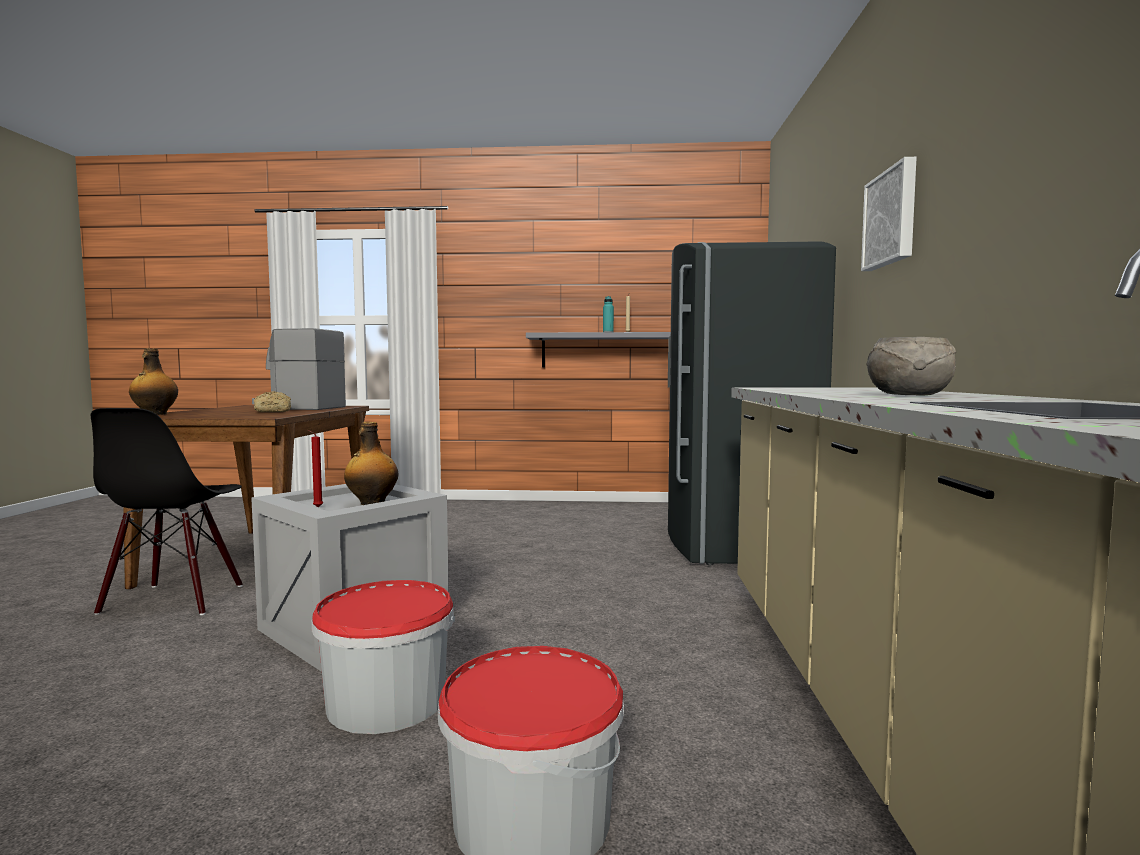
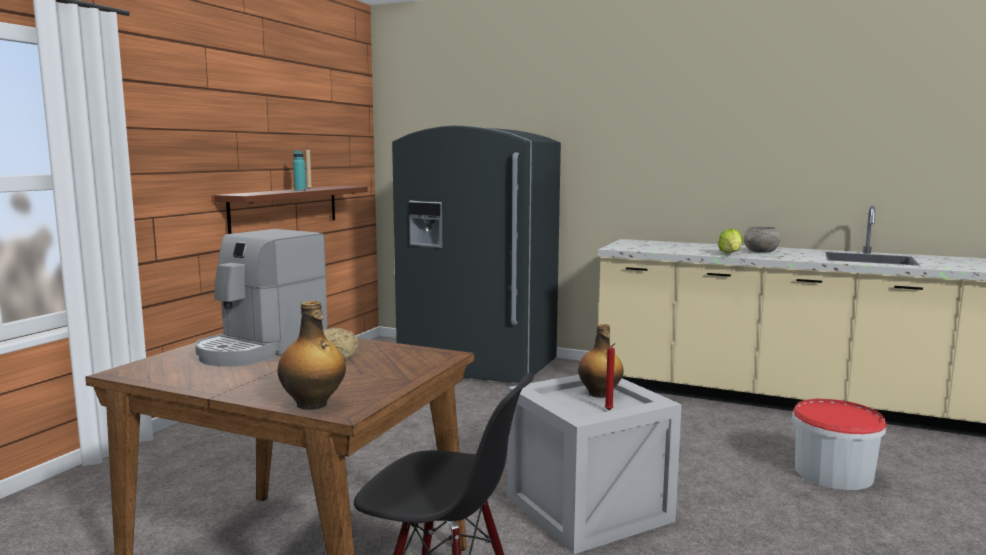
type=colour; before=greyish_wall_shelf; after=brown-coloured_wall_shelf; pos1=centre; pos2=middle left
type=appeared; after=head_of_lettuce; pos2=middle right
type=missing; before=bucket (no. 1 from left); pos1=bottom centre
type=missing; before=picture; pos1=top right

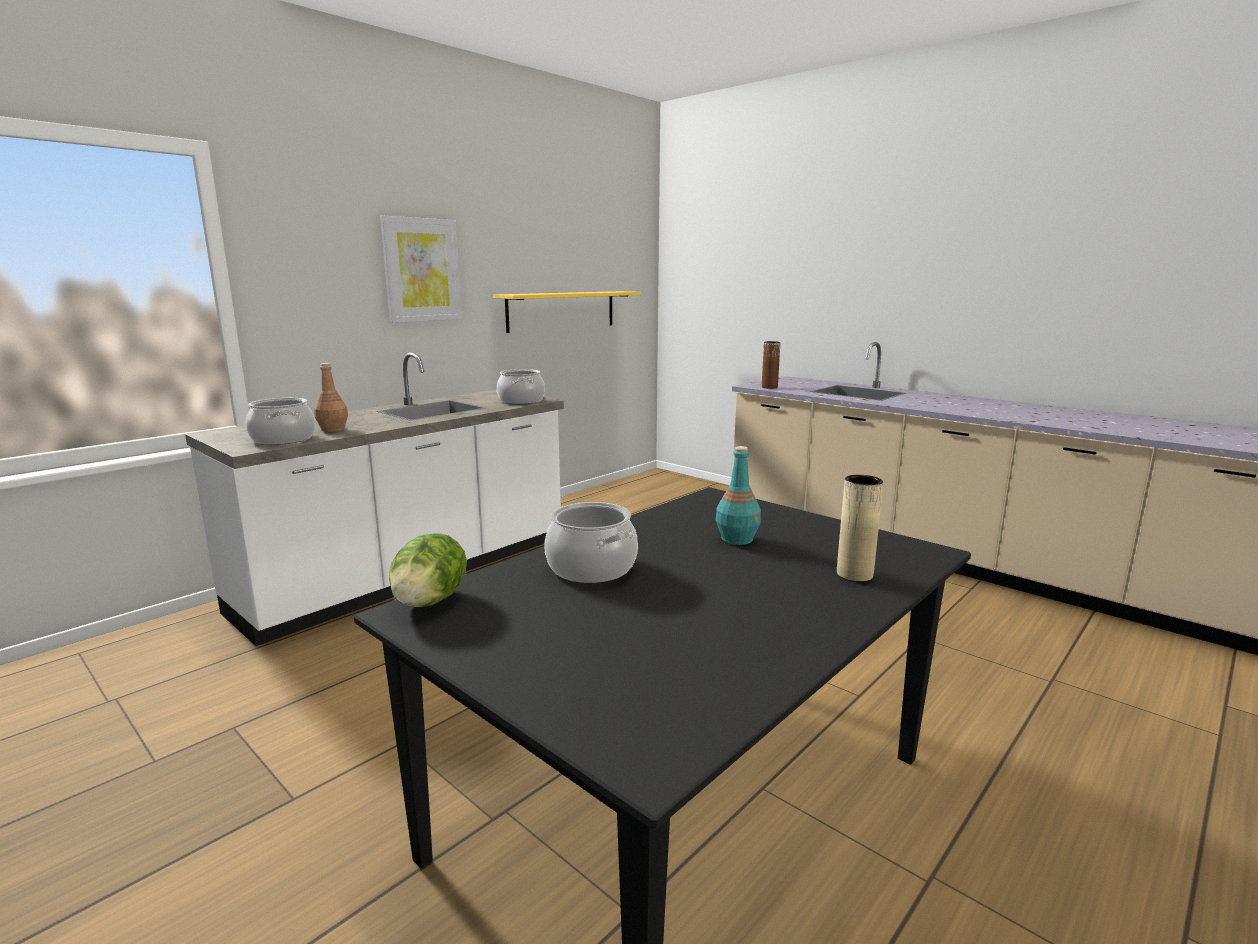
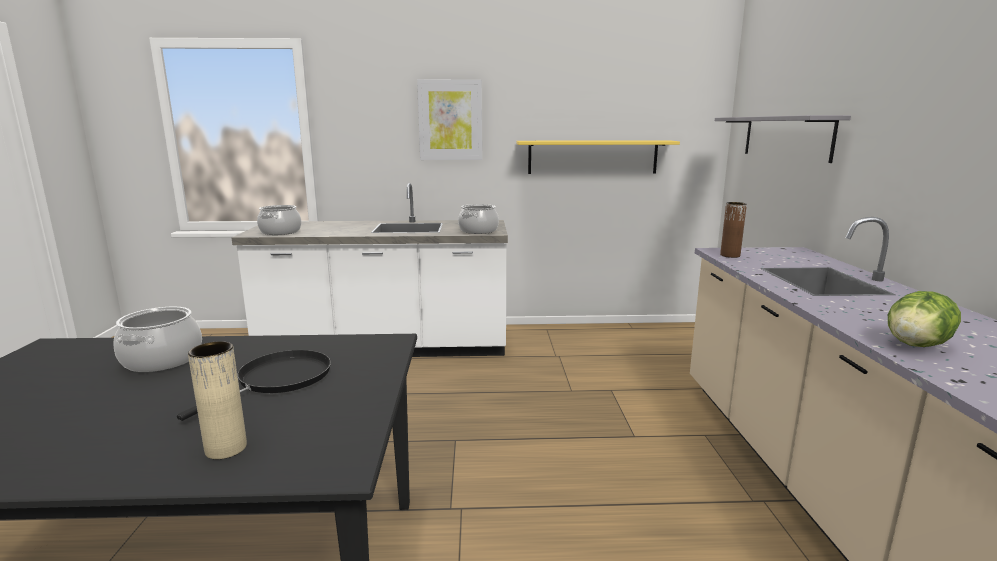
type=exchanged; before=blue-green_bottle; after=black-coloured_skillet; pos1=centre; pos2=bottom left
type=appeared; after=greyish_wall_shelf; pos2=top right
type=relocated; before=head_of_lettuce; pos1=centre; pos2=middle right
type=missing; before=brown-coloured_bottle; pos1=middle left

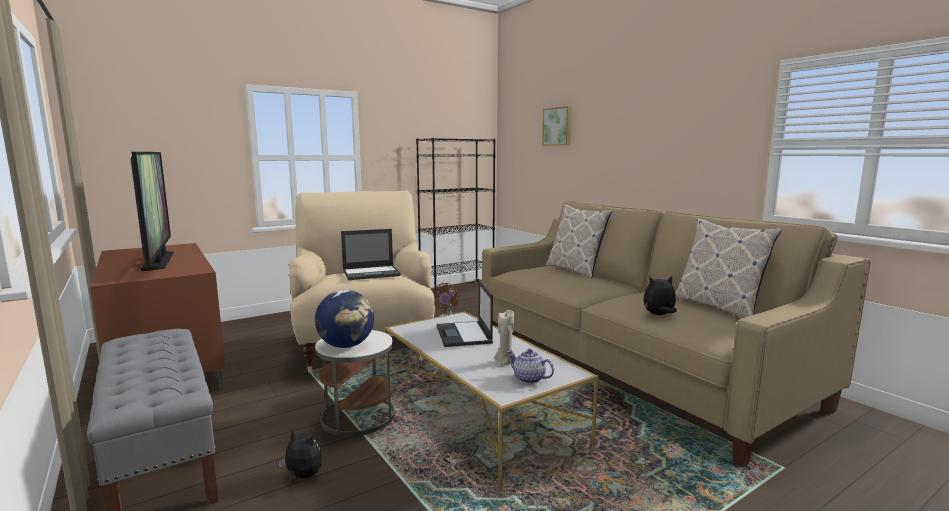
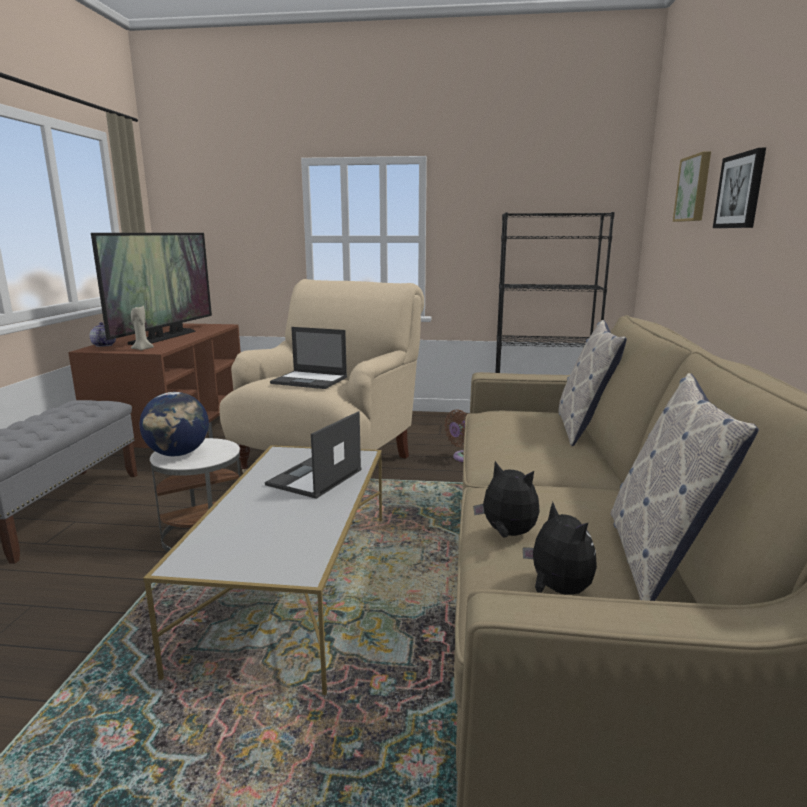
type=relocated; before=tea_pot; pos1=bottom centre; pos2=middle left
type=relocated; before=sand-coloured_wax_light; pos1=centre; pos2=middle left
type=relocated; before=plush_toy (no. 1 from left in the first image); after=plush_toy (no. 2 from left); pos1=bottom left; pos2=bottom right
type=appeared; after=picture (no. 2 from left); pos2=top right

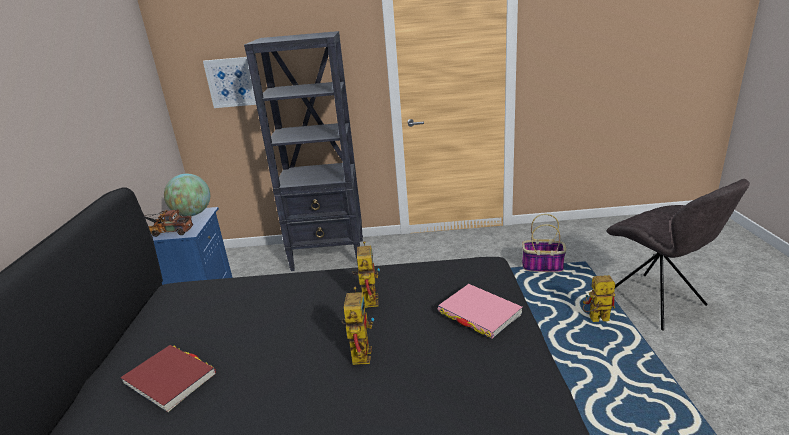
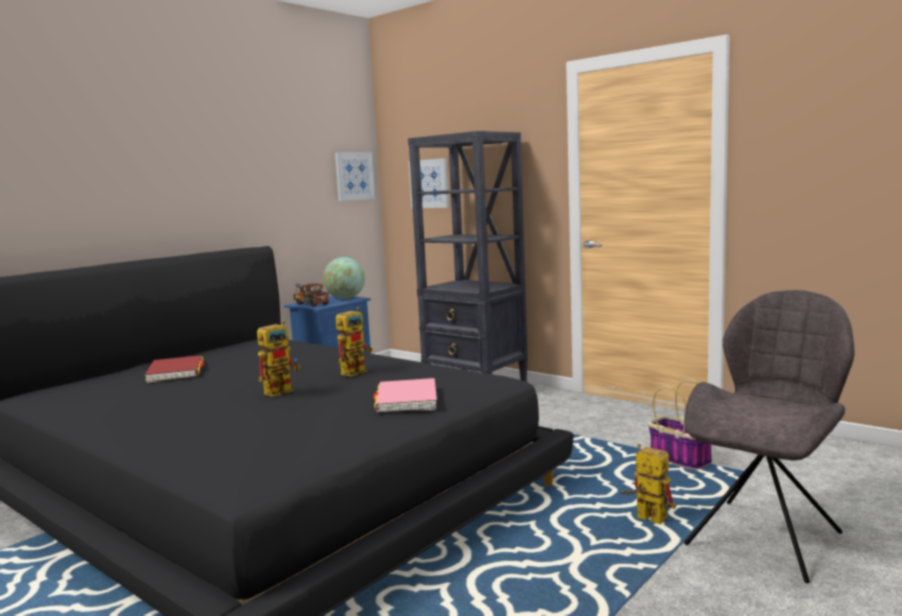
type=appeared; after=picture (no. 1 from left); pos2=top centre
type=spun; before=greyish_chair; pos1=middle right; pos2=bottom right; turn=-150

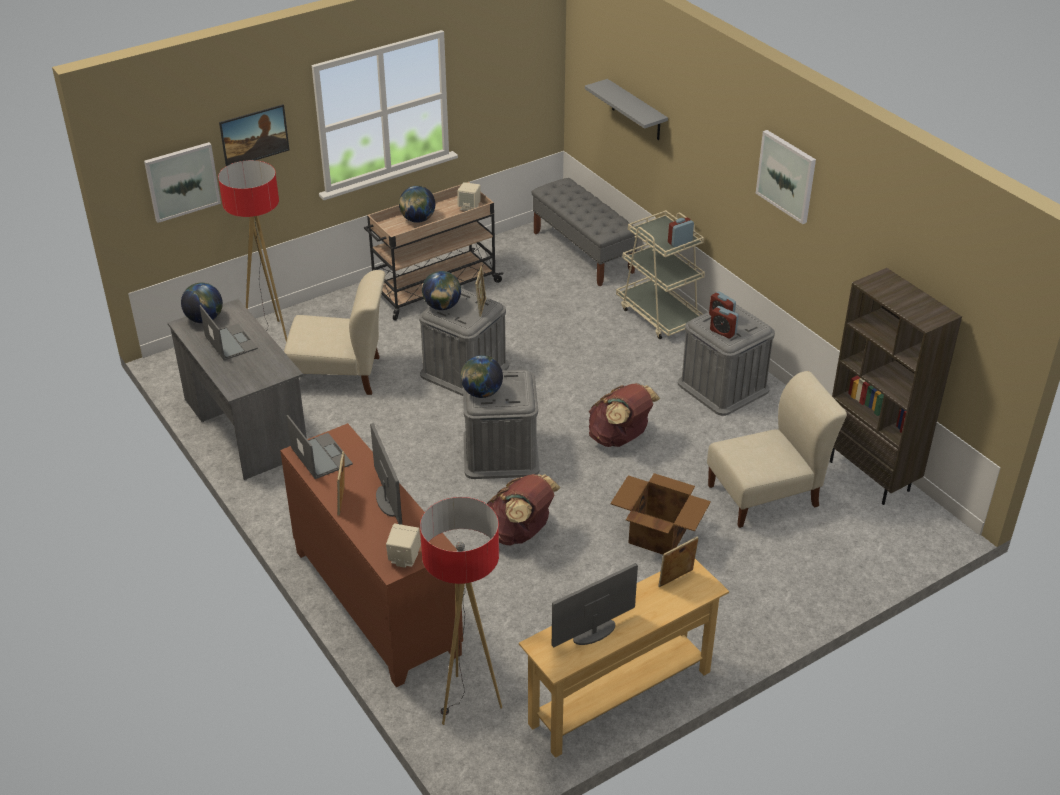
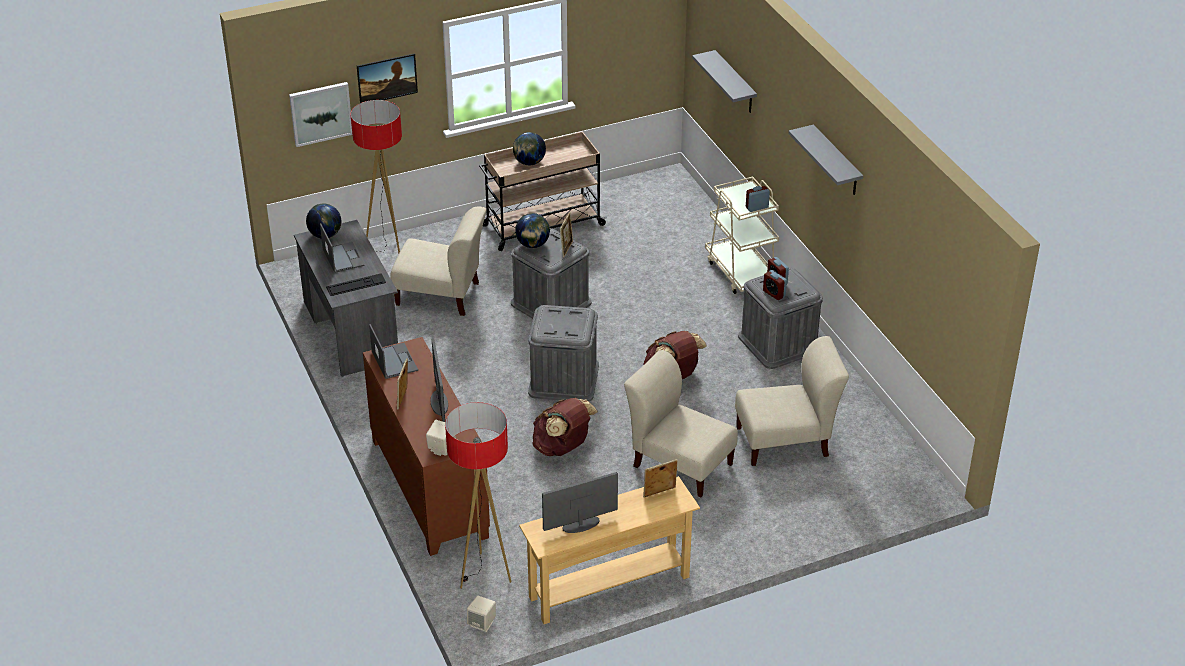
type=appeared; after=computer_keyboard; pos2=middle left
type=relocated; before=sand-coloured_speaker (no. 2 from left); pos1=top centre; pos2=bottom centre
type=exchanged; before=carton; after=sand-coloured_chair (no. 2 from left); pos1=centre; pos2=centre
type=exchanged; before=picture (no. 3 from left); after=greyish_wall_shelf (no. 2 from left); pos1=top right; pos2=top right
type=missing; before=globe (no. 4 from left); pos1=centre
type=missing; before=greyish_long_seat; pos1=top centre
type=missing; before=brown-coloured_bookcase; pos1=middle right

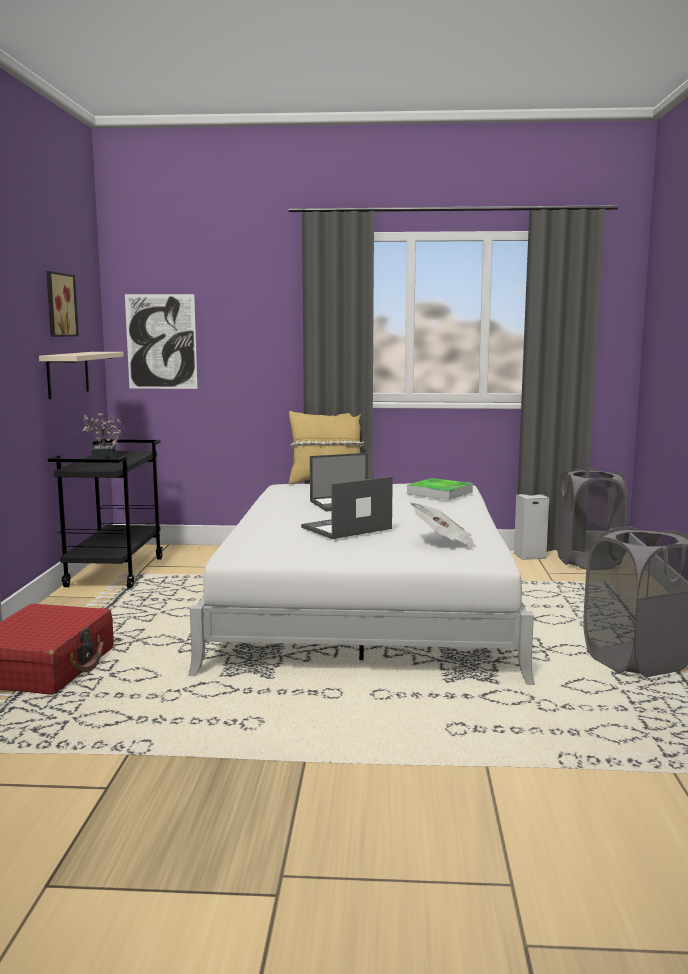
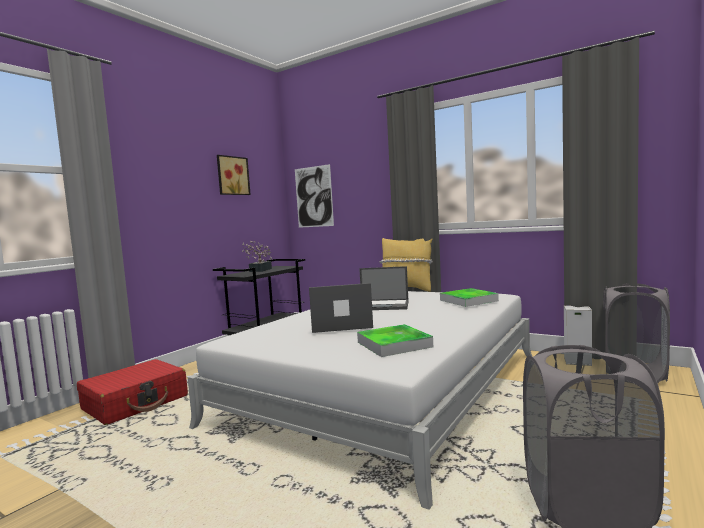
type=exchanged; before=newspaper; after=tray (no. 1 from left); pos1=centre; pos2=centre
type=missing; before=sand-coloured_wall_shelf; pos1=middle left

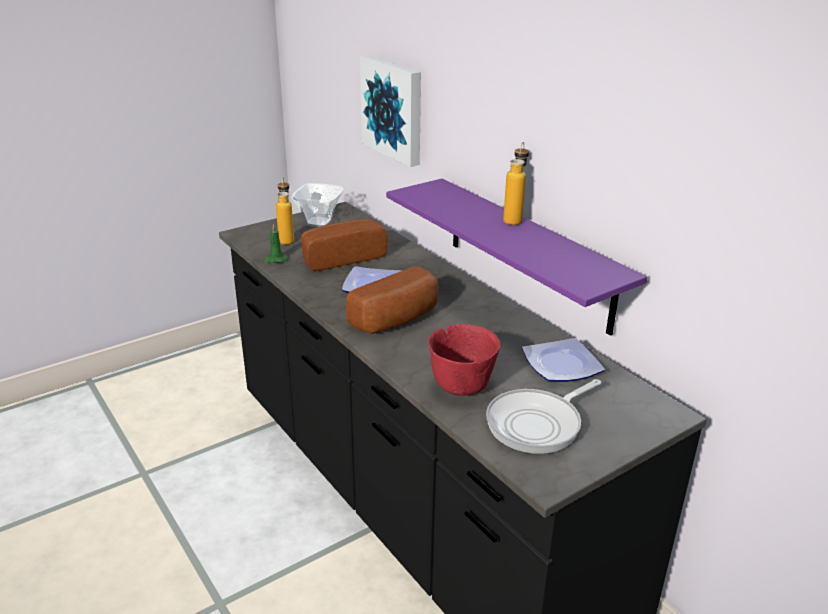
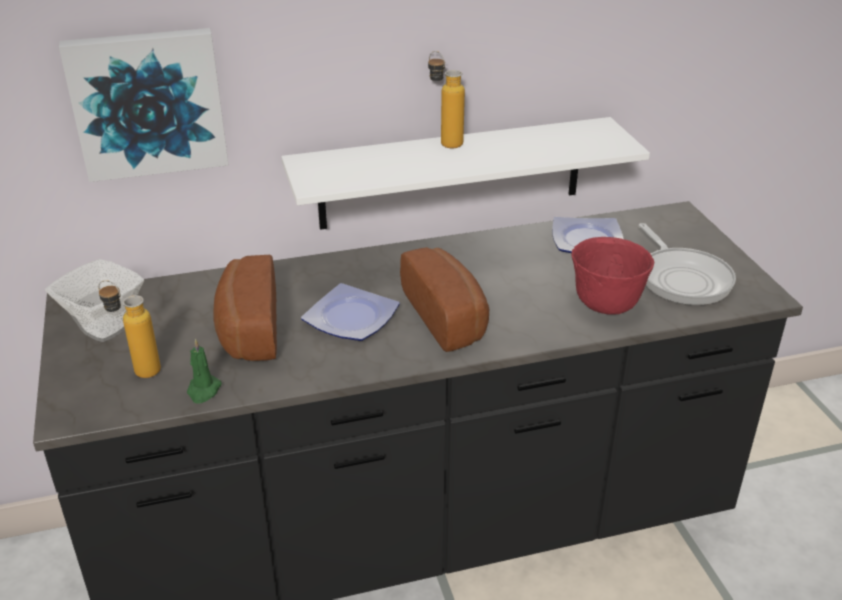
type=colour; before=purple_wall_shelf; after=white-coloured_wall_shelf; pos1=centre; pos2=top centre

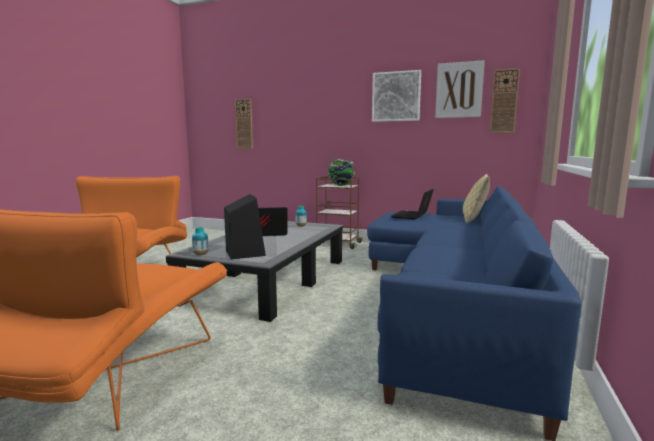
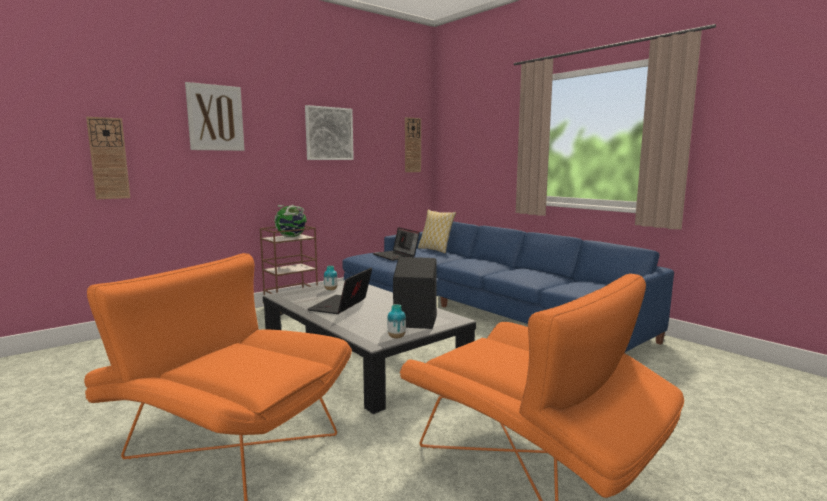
type=relocated; before=picture (no. 2 from left in the first image); after=picture (no. 1 from left); pos1=top right; pos2=top left

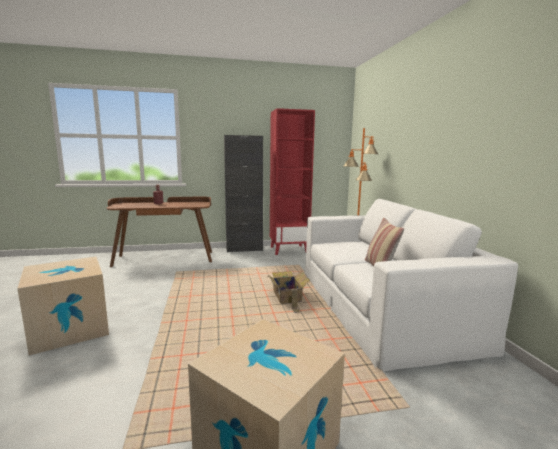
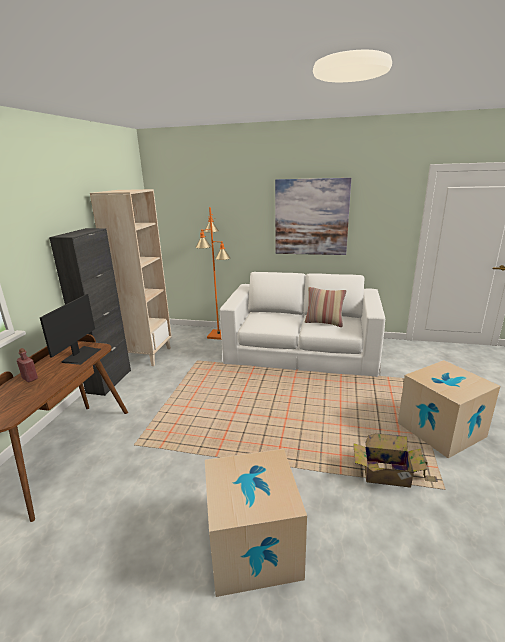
type=appeared; after=monitor; pos2=middle left
type=colour; before=reddish_bookcase; after=sand-coloured_bookcase; pos1=centre; pos2=middle left
type=appeared; after=picture; pos2=centre
type=relocated; before=carton (no. 3 from left in the first image); after=carton (no. 2 from left); pos1=centre; pos2=bottom right

